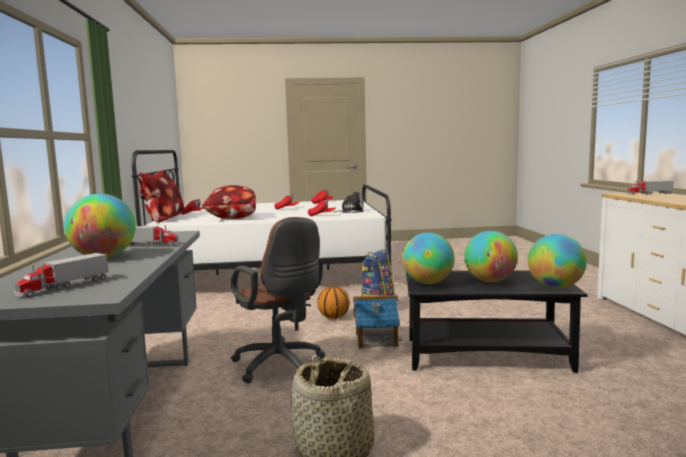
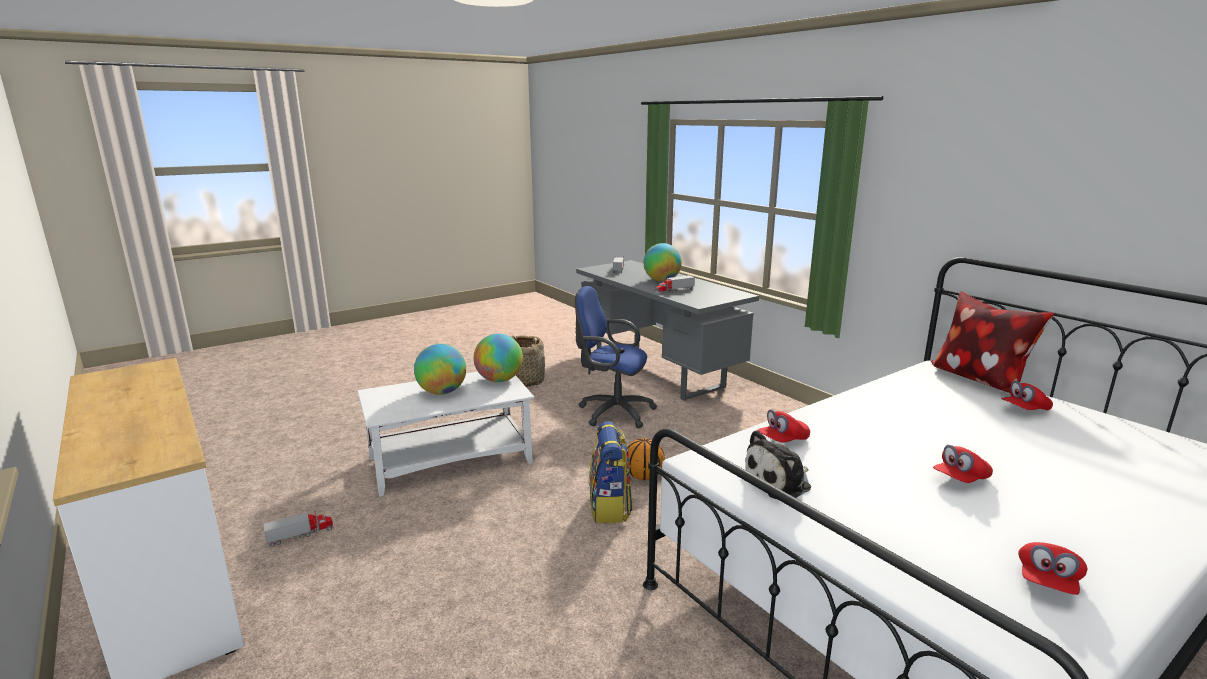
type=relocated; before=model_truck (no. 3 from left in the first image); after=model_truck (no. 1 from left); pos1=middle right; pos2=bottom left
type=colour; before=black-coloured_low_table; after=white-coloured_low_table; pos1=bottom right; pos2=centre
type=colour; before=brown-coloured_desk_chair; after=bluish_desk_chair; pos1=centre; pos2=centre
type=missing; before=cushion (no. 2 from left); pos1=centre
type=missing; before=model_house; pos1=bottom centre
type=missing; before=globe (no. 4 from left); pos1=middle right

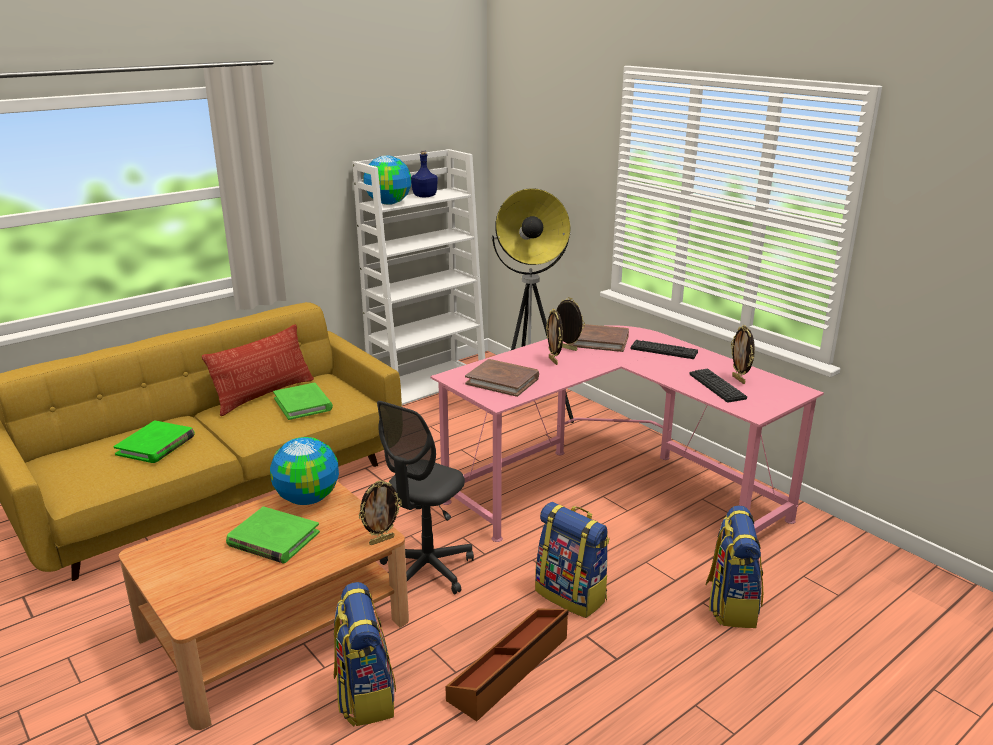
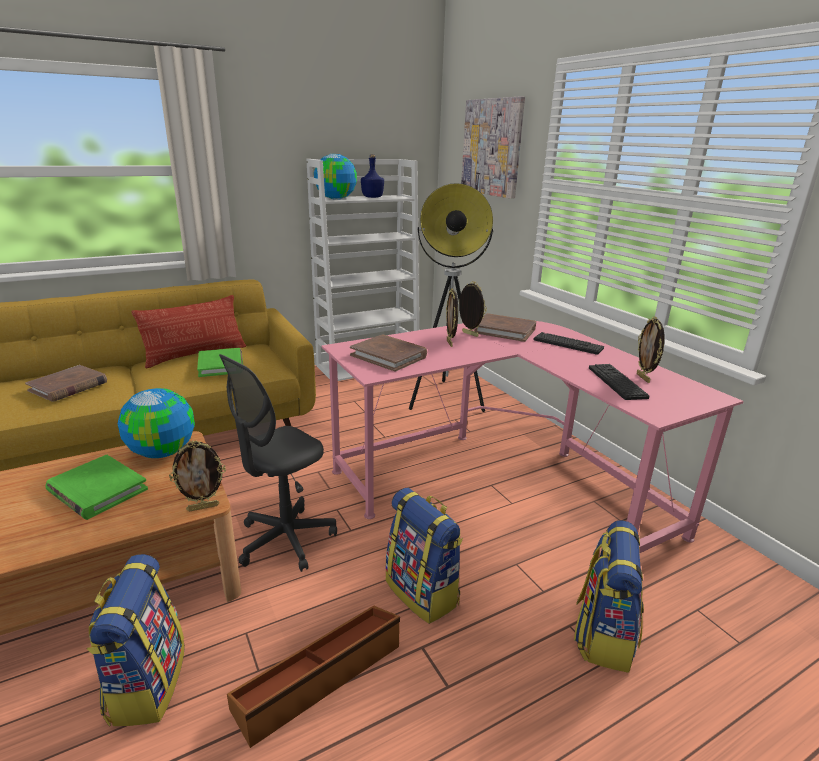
type=colour; before=greenish_volume (no. 1 from left); after=brown-coloured_volume (no. 1 from left); pos1=middle left; pos2=middle left
type=appeared; after=picture; pos2=top centre

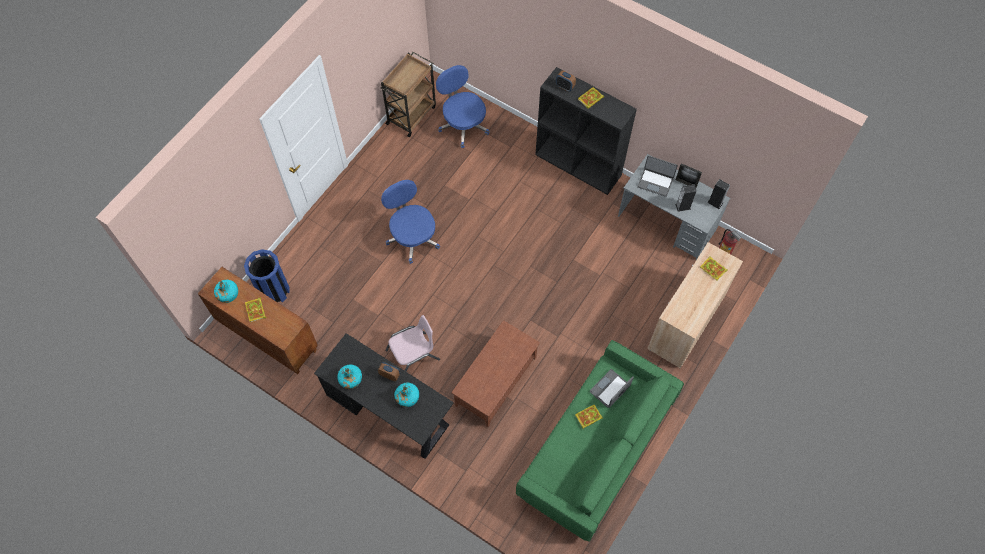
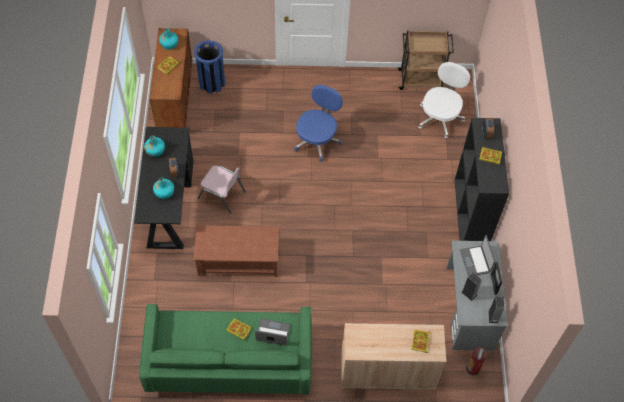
type=colour; before=bluish_desk_chair (no. 2 from left); after=white-coloured_desk_chair; pos1=top centre; pos2=top right

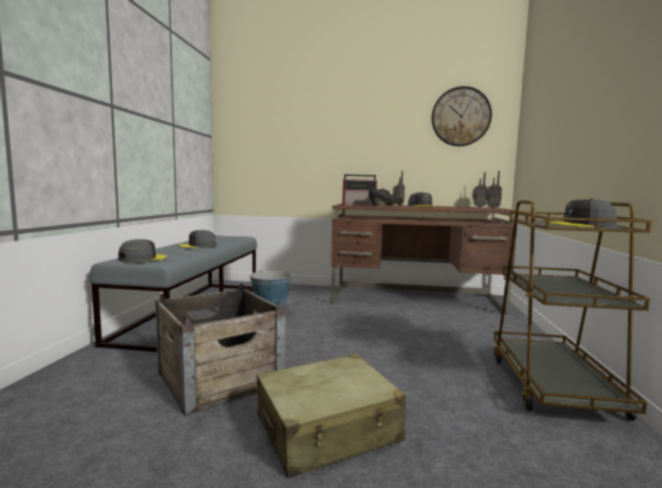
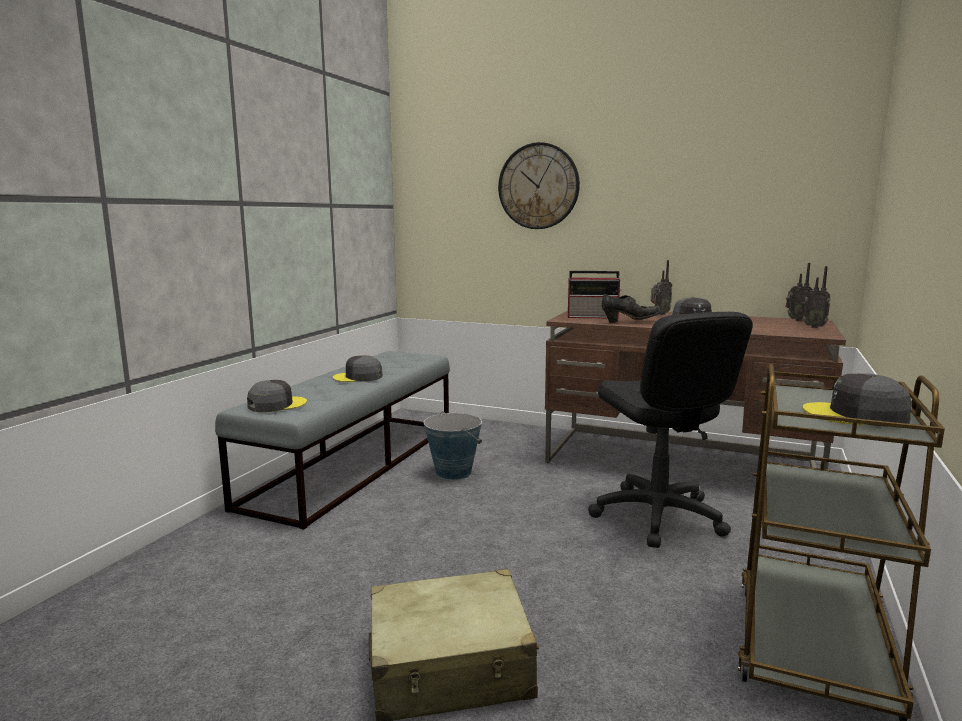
type=relocated; before=hanging_clock; pos1=top right; pos2=top centre
type=appeared; after=black-coloured_desk_chair; pos2=middle right
type=missing; before=shipping_crate; pos1=bottom left

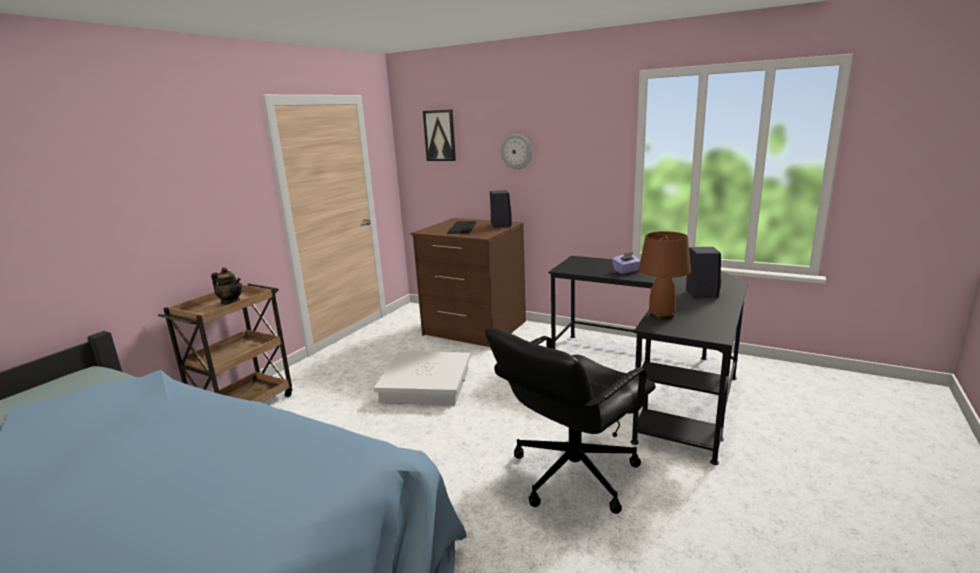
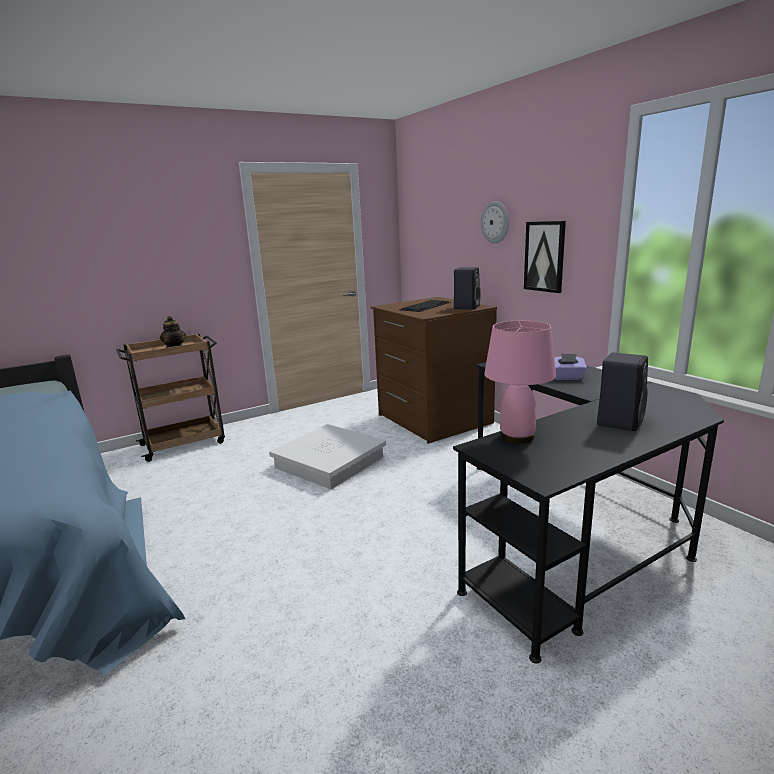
type=colour; before=brown-coloured_table_lamp; after=pinkish_table_lamp; pos1=middle right; pos2=middle right
type=relocated; before=picture; pos1=top centre; pos2=top right
type=missing; before=black-coloured_desk_chair; pos1=bottom centre

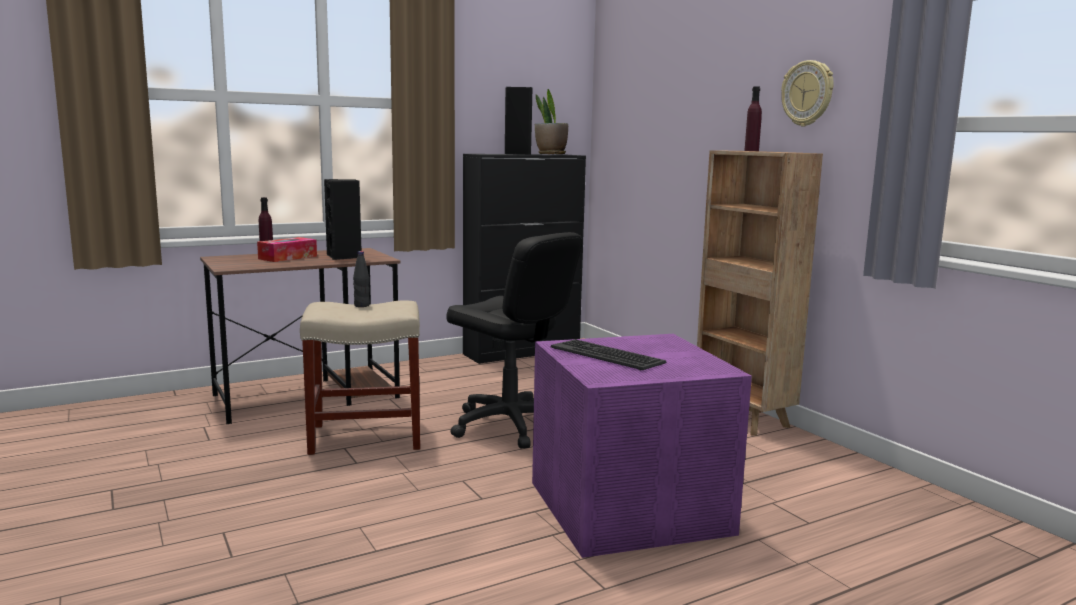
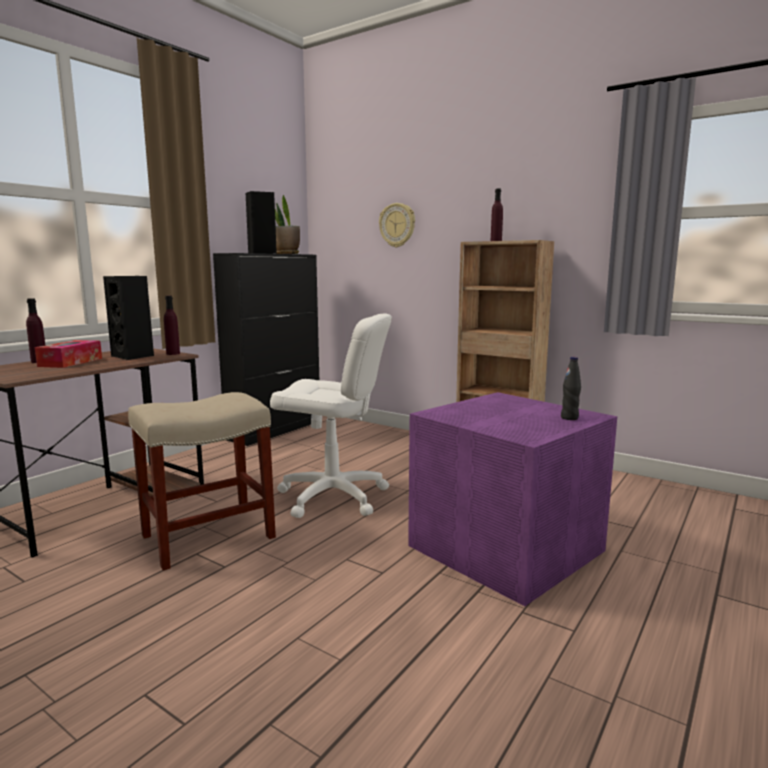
type=appeared; after=purple_bottle (no. 2 from left); pos2=middle left
type=colour; before=black-coloured_desk_chair; after=white-coloured_desk_chair; pos1=centre; pos2=centre
type=relocated; before=hanging_clock; pos1=top right; pos2=top centre
type=relocated; before=black-coloured_bottle; pos1=centre; pos2=middle right
type=missing; before=computer_keyboard; pos1=centre

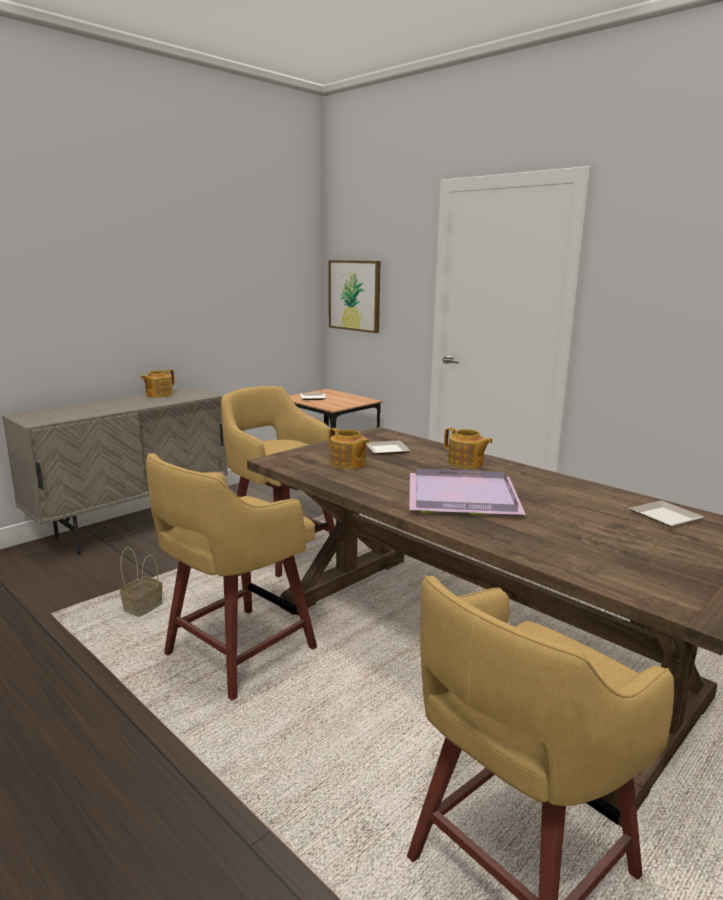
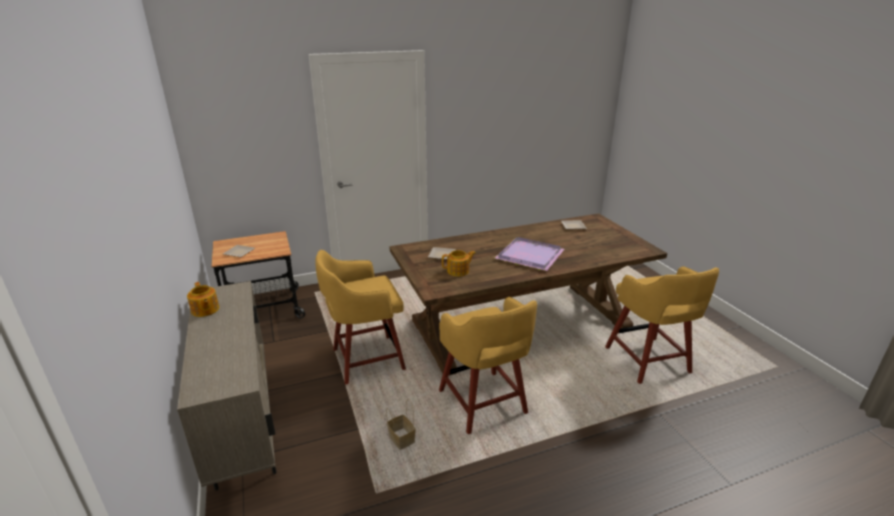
type=missing; before=picture; pos1=top centre
type=missing; before=tea_pot (no. 3 from left); pos1=centre

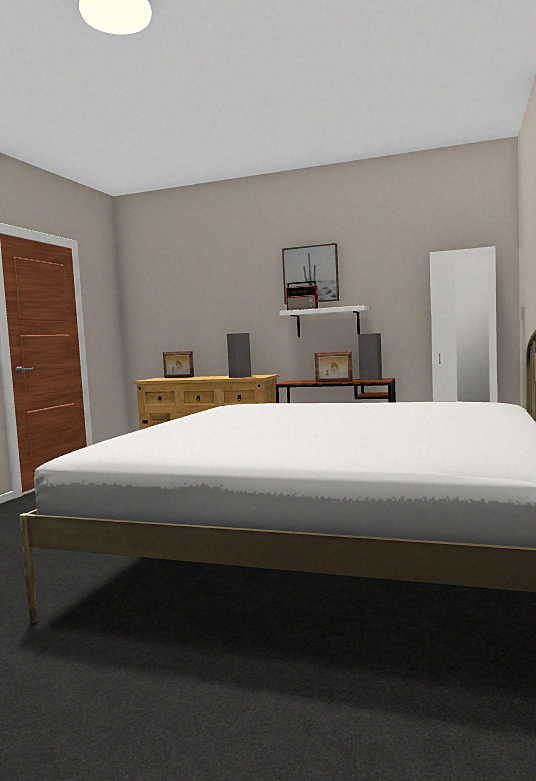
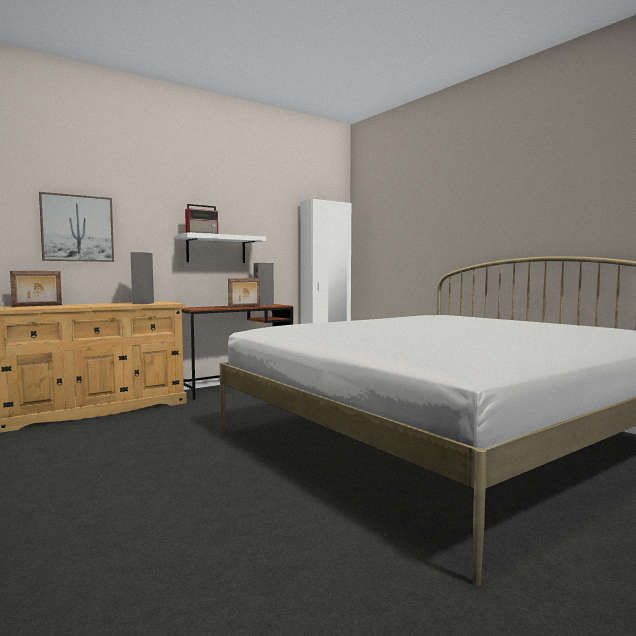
type=relocated; before=picture; pos1=centre; pos2=middle left

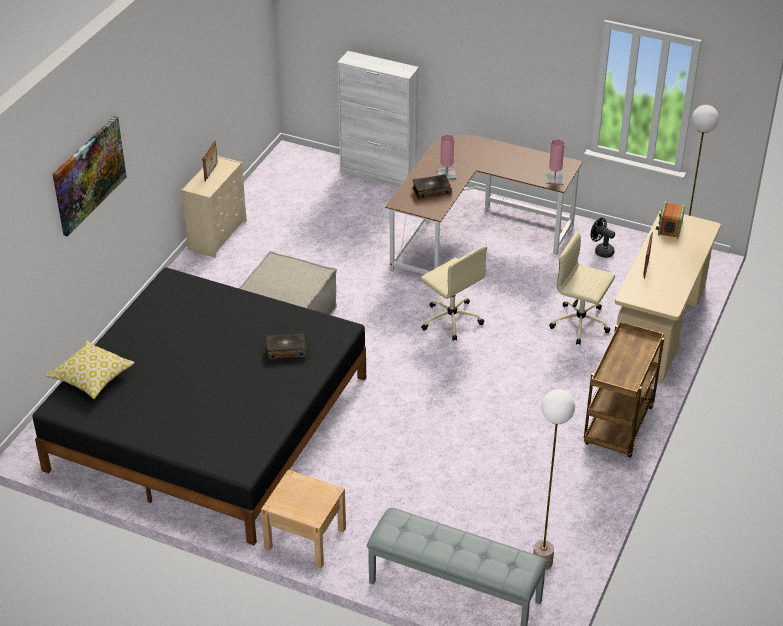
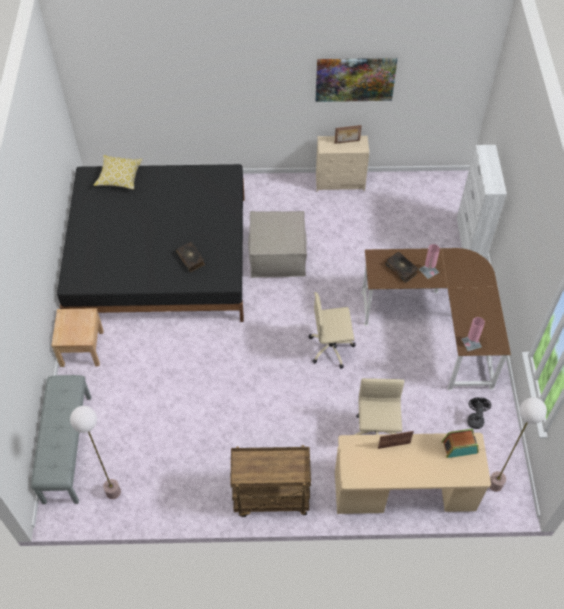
type=spun; before=sand-coloured_desk_chair (no. 1 from left); pos1=centre; pos2=centre; turn=60
type=relocated; before=picture; pos1=top left; pos2=top centre

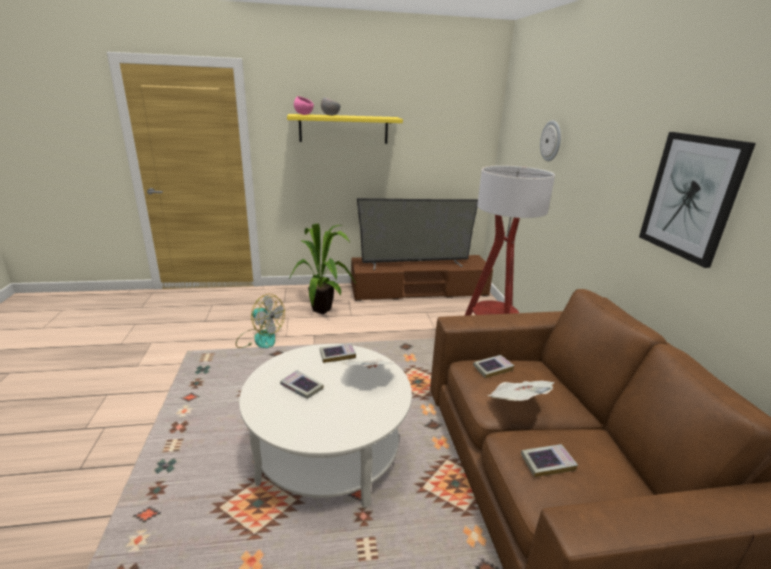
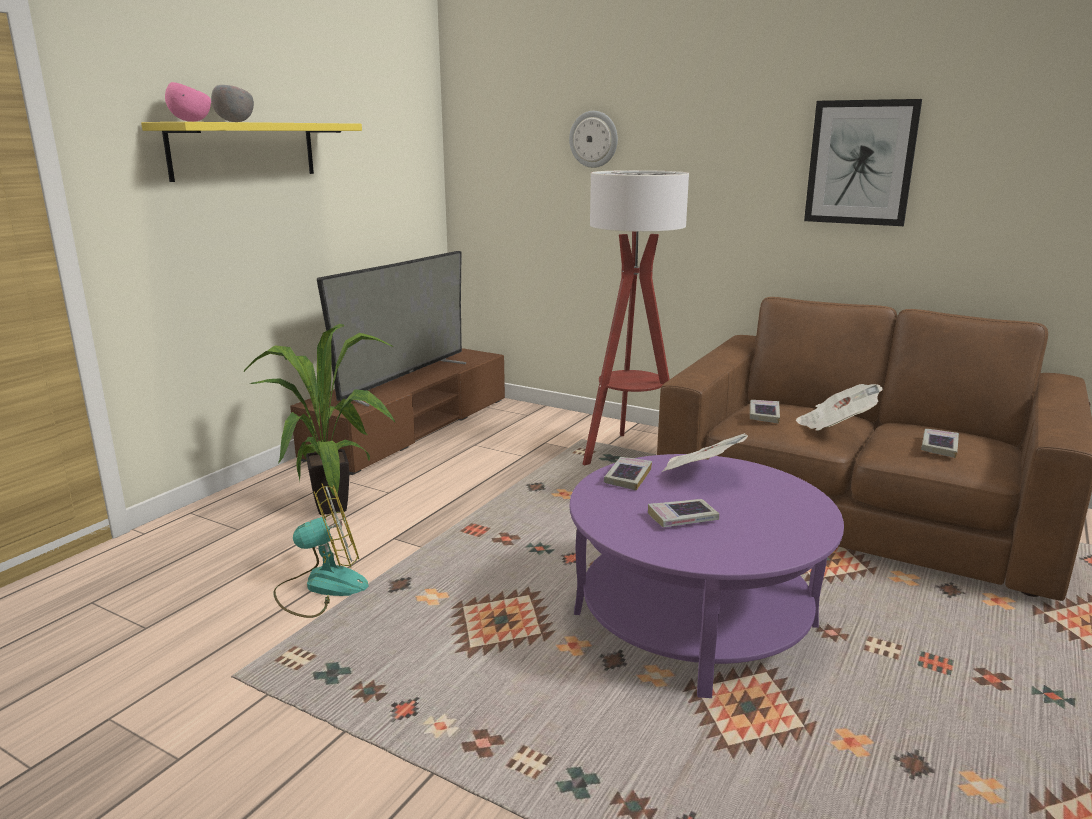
type=colour; before=white-coloured_low_table; after=purple_low_table; pos1=bottom centre; pos2=bottom centre

